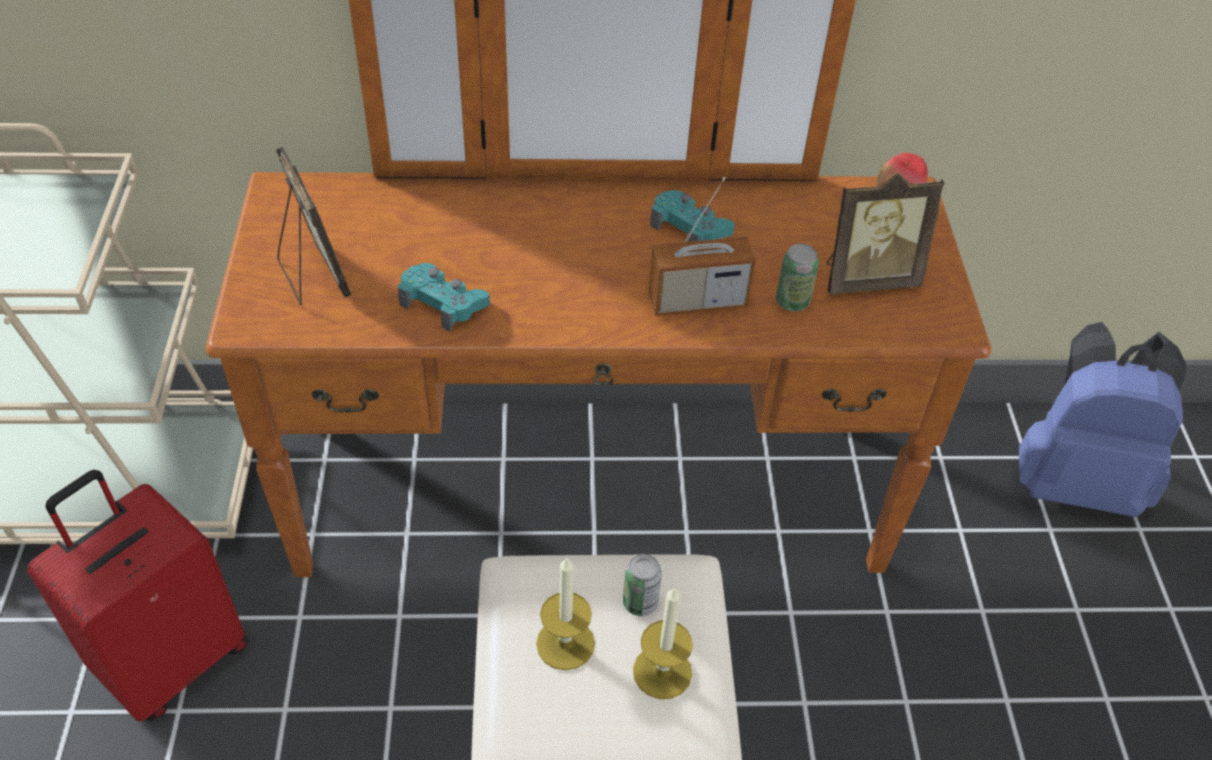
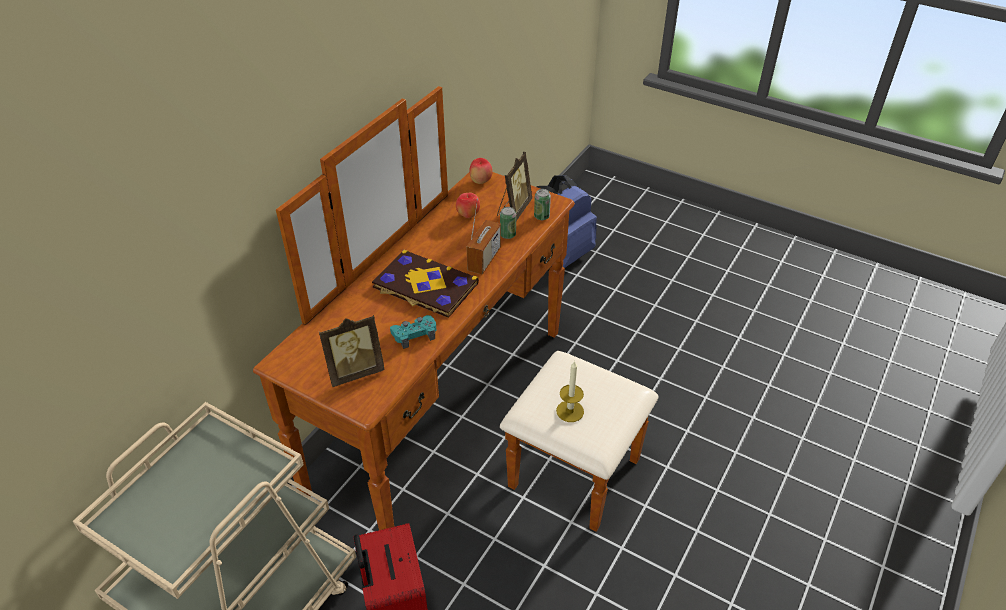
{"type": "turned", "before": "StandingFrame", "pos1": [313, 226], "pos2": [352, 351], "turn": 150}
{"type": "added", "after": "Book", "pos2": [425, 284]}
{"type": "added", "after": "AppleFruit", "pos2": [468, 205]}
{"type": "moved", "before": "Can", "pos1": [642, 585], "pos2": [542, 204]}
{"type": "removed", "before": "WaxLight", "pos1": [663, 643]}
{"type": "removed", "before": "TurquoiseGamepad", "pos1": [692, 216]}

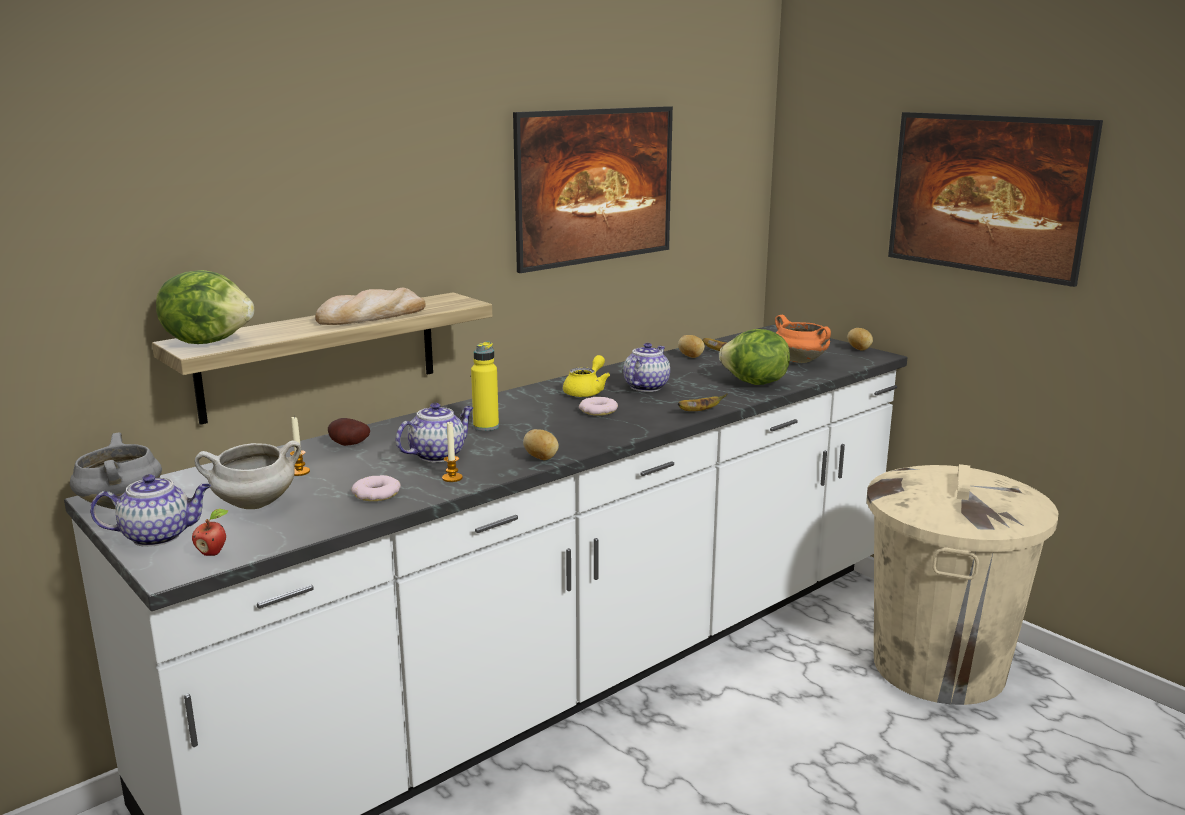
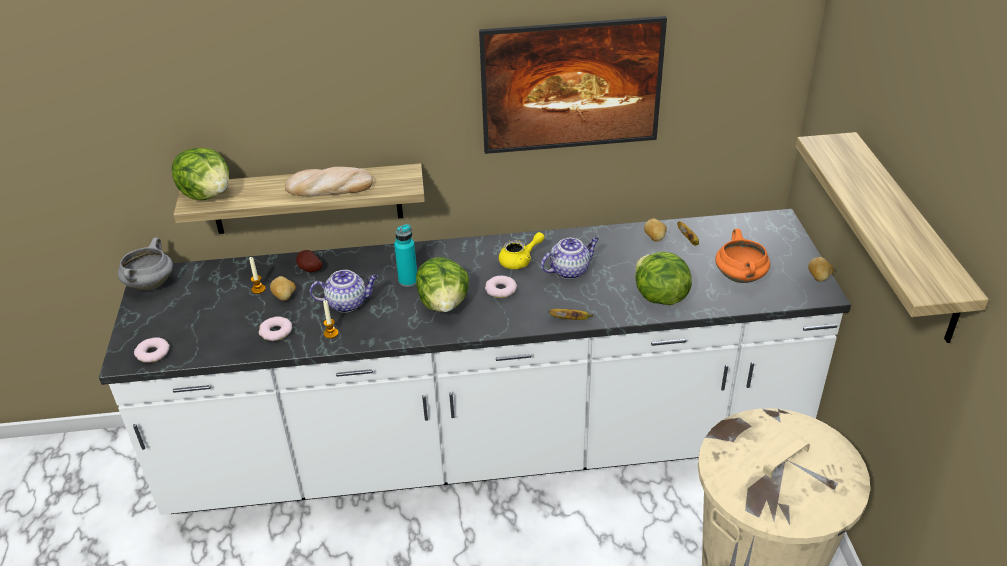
{"type": "replaced", "before": "AppleFruit", "after": "Doughnut", "pos1": [210, 532], "pos2": [152, 350]}
{"type": "moved", "before": "Potato", "pos1": [541, 444], "pos2": [283, 288]}
{"type": "recoloured", "before": "YellowColouredBottle", "after": "TurquoiseBottle", "pos1": [485, 386], "pos2": [405, 255]}
{"type": "added", "after": "LettuceHead", "pos2": [442, 284]}
{"type": "replaced", "before": "Picture", "after": "WallShelf", "pos1": [995, 199], "pos2": [892, 237]}
{"type": "removed", "before": "Teapot", "pos1": [150, 510]}
{"type": "removed", "before": "WhiteColouredCookingPot", "pos1": [248, 475]}

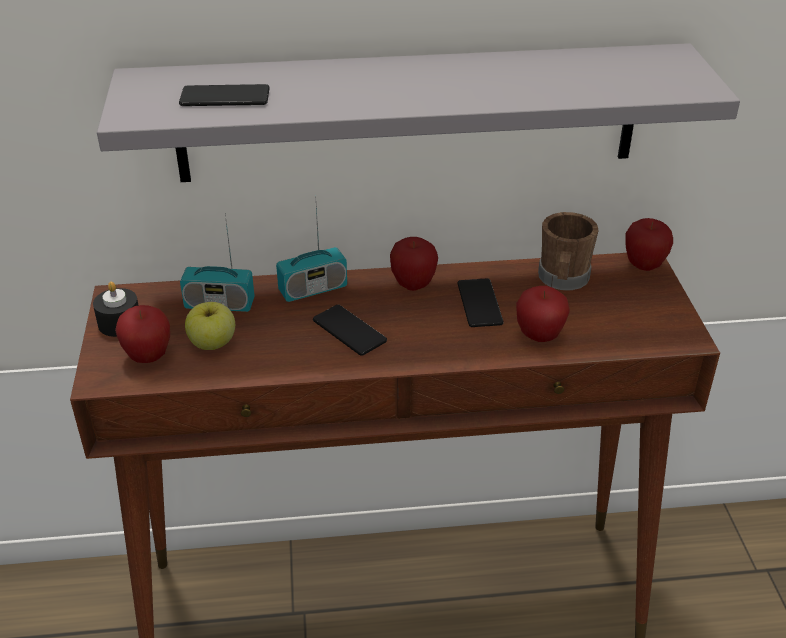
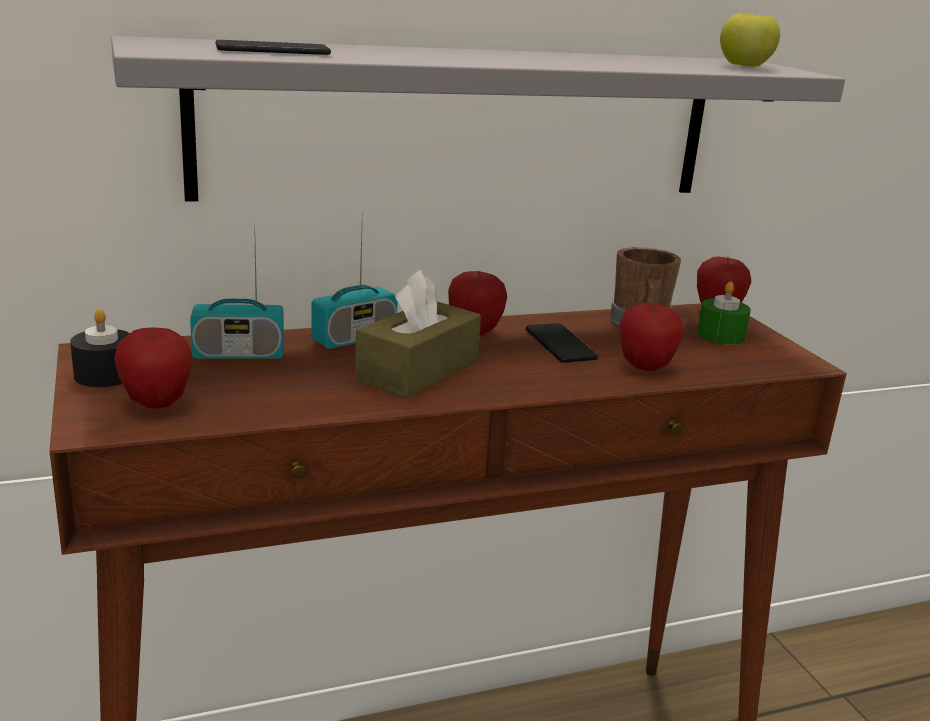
{"type": "replaced", "before": "Handset", "after": "BrownishBoxOfTissues", "pos1": [350, 330], "pos2": [418, 334]}
{"type": "added", "after": "GreenColouredWaxLight", "pos2": [724, 313]}
{"type": "moved", "before": "AppleFruit", "pos1": [210, 326], "pos2": [750, 40]}

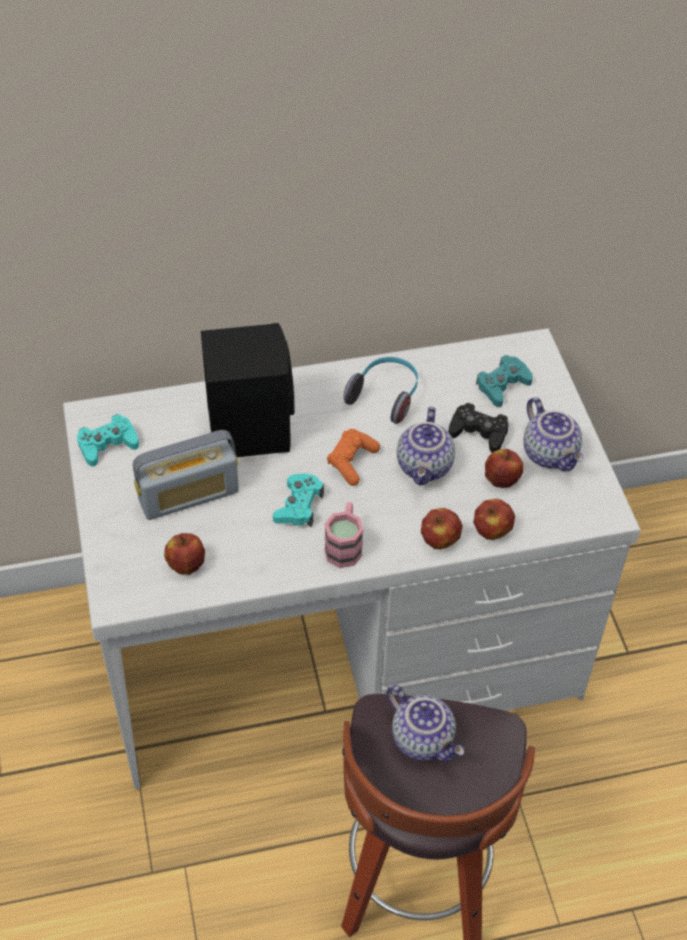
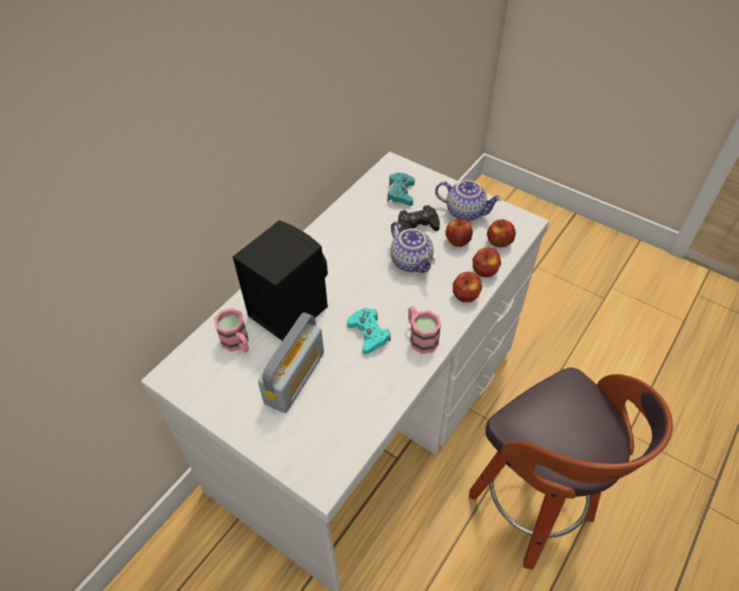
{"type": "added", "after": "PinkishCoffeeMug", "pos2": [231, 330]}
{"type": "moved", "before": "AppleFruit", "pos1": [184, 554], "pos2": [501, 233]}
{"type": "removed", "before": "TurquoiseGamepad", "pos1": [108, 440]}
{"type": "removed", "before": "OrangeGamepad", "pos1": [353, 457]}
{"type": "removed", "before": "Headset", "pos1": [381, 390]}
{"type": "removed", "before": "Teapot", "pos1": [425, 723]}

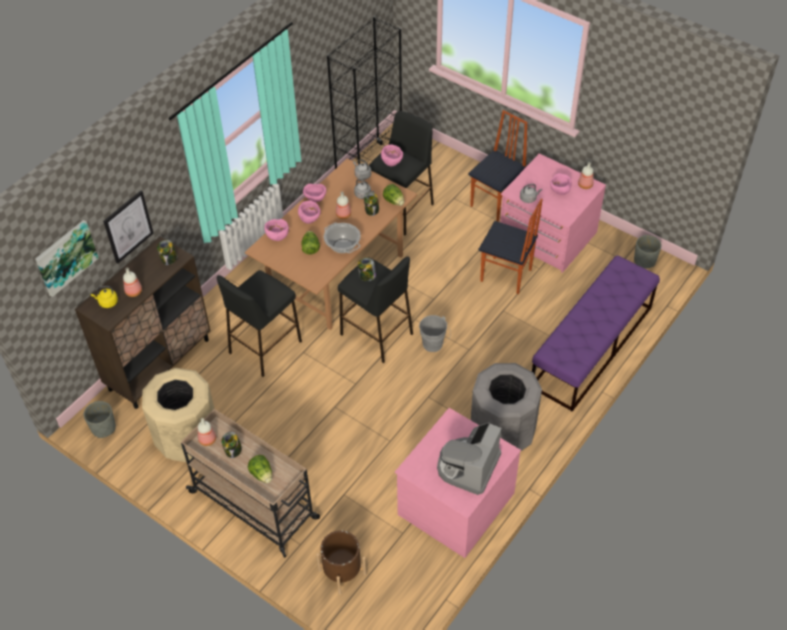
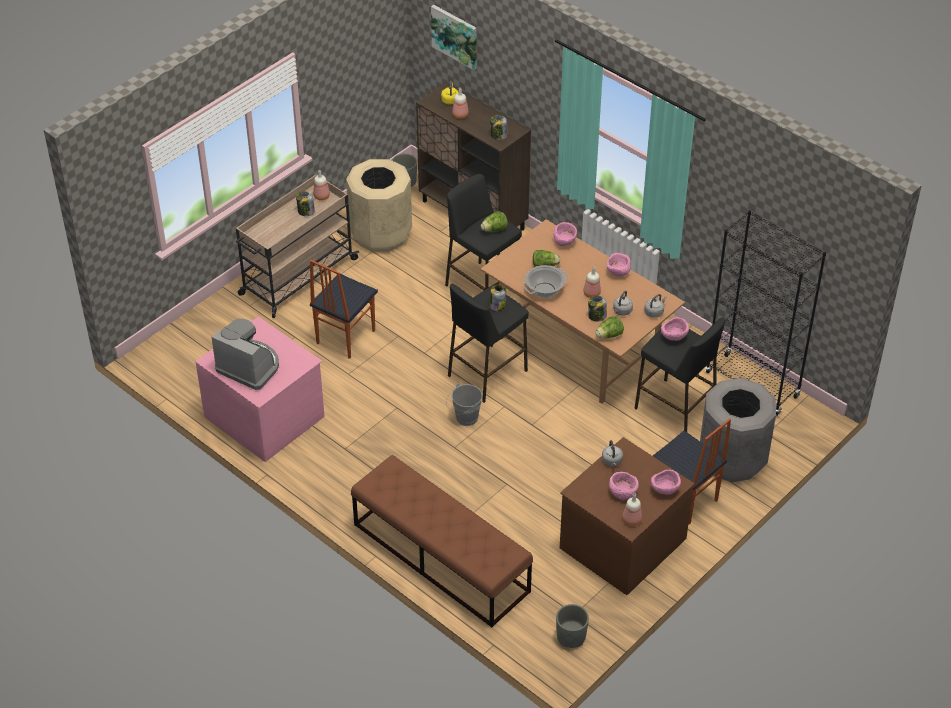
{"type": "moved", "before": "UprightChair", "pos1": [511, 246], "pos2": [344, 309]}
{"type": "recoloured", "before": "PurplishBench", "after": "BrownishBench", "pos1": [596, 333], "pos2": [442, 541]}
{"type": "moved", "before": "LettuceHead", "pos1": [260, 469], "pos2": [494, 221]}
{"type": "recoloured", "before": "PinkishDresser", "after": "BrownishDresser", "pos1": [553, 213], "pos2": [627, 516]}
{"type": "moved", "before": "PinkishDeepDish", "pos1": [309, 212], "pos2": [666, 482]}
{"type": "moved", "before": "GrayRubbishBin", "pos1": [506, 407], "pos2": [738, 430]}
{"type": "removed", "before": "Picture", "pos1": [128, 227]}
{"type": "removed", "before": "BrownishPlantPot", "pos1": [341, 562]}

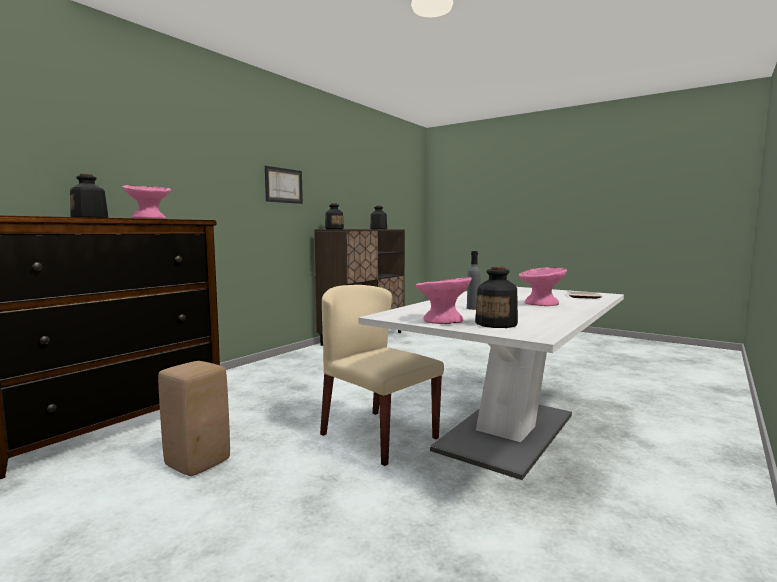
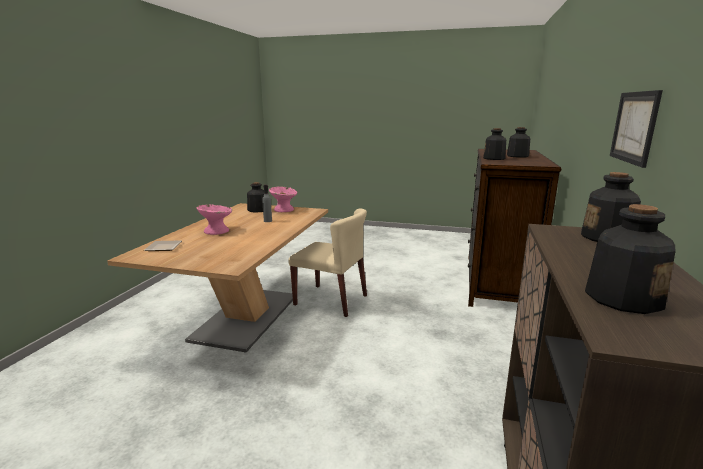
{"type": "recoloured", "before": "WhiteColouredDiningTable", "after": "BrownishDiningTable", "pos1": [491, 383], "pos2": [217, 278]}
{"type": "replaced", "before": "PinkishDeepDish", "after": "Bottle", "pos1": [146, 202], "pos2": [494, 144]}
{"type": "removed", "before": "BeigeStoolSeat", "pos1": [194, 418]}

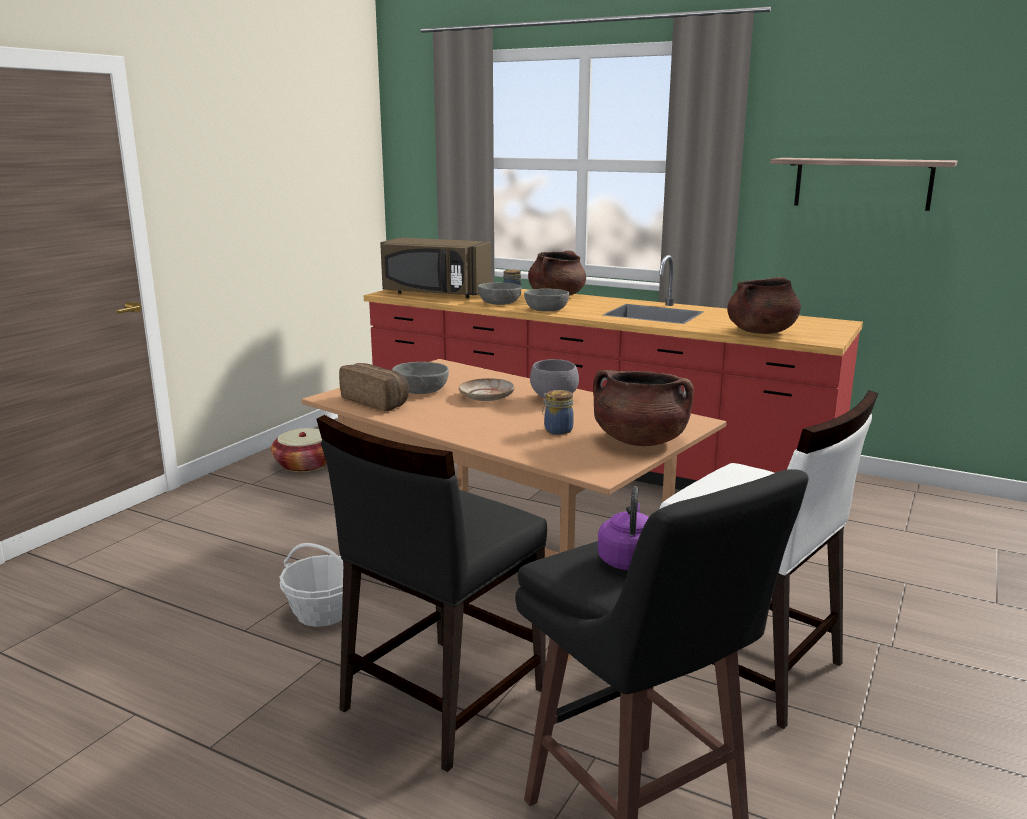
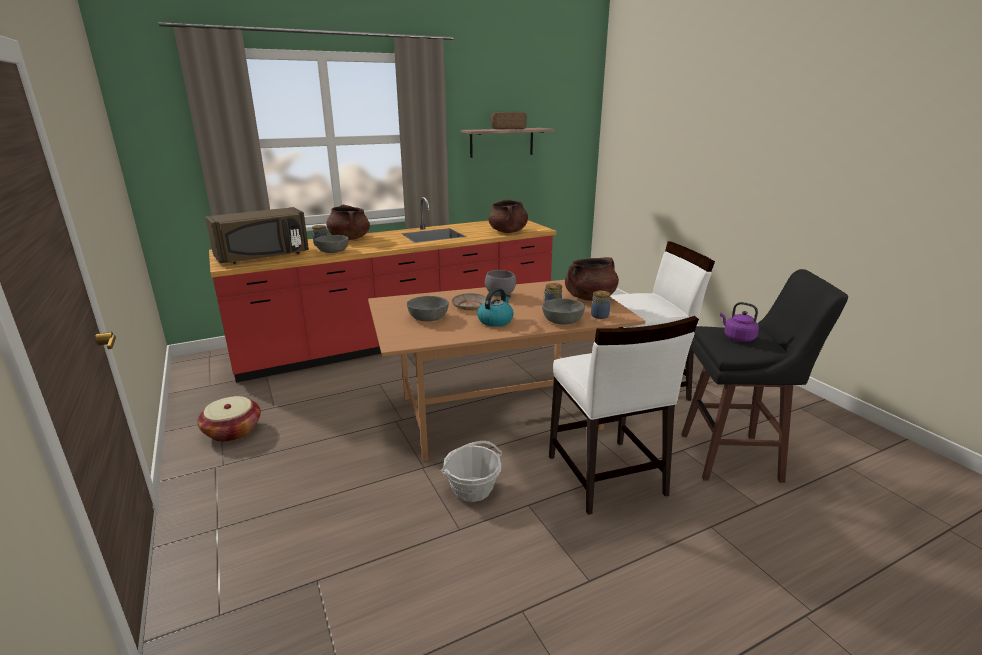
{"type": "added", "after": "TeaKettle", "pos2": [495, 307]}
{"type": "moved", "before": "BakedBread", "pos1": [374, 387], "pos2": [508, 120]}
{"type": "moved", "before": "GrayDeepDish", "pos1": [546, 300], "pos2": [563, 311]}
{"type": "recoloured", "before": "BlackishUprightChair", "after": "WhiteColouredUprightChair", "pos1": [431, 593], "pos2": [624, 415]}
{"type": "added", "after": "PreserveJar", "pos2": [600, 305]}

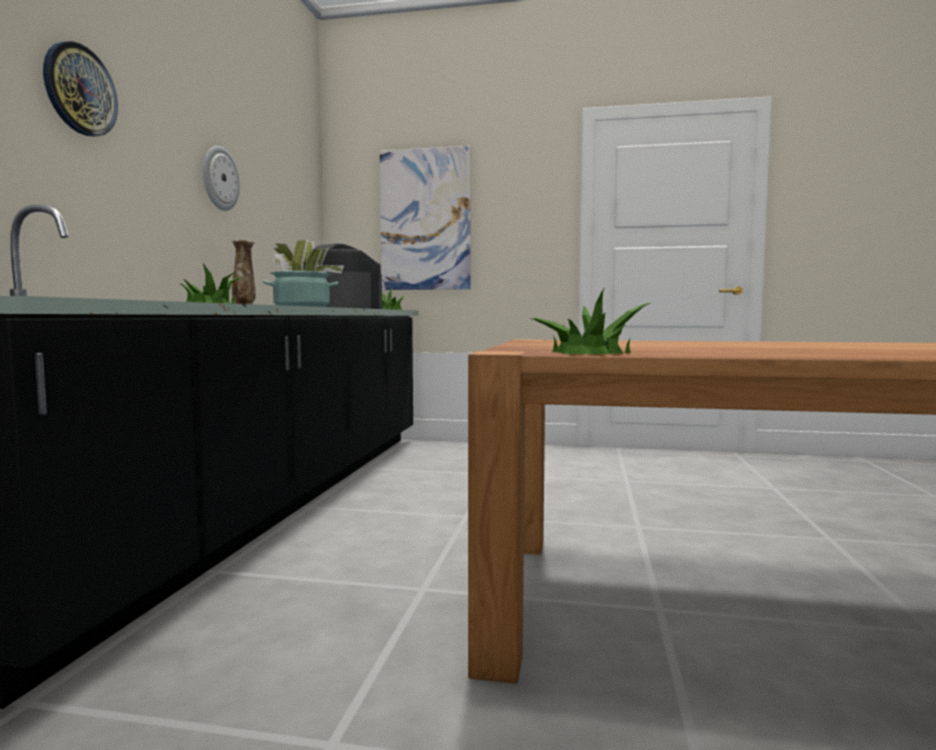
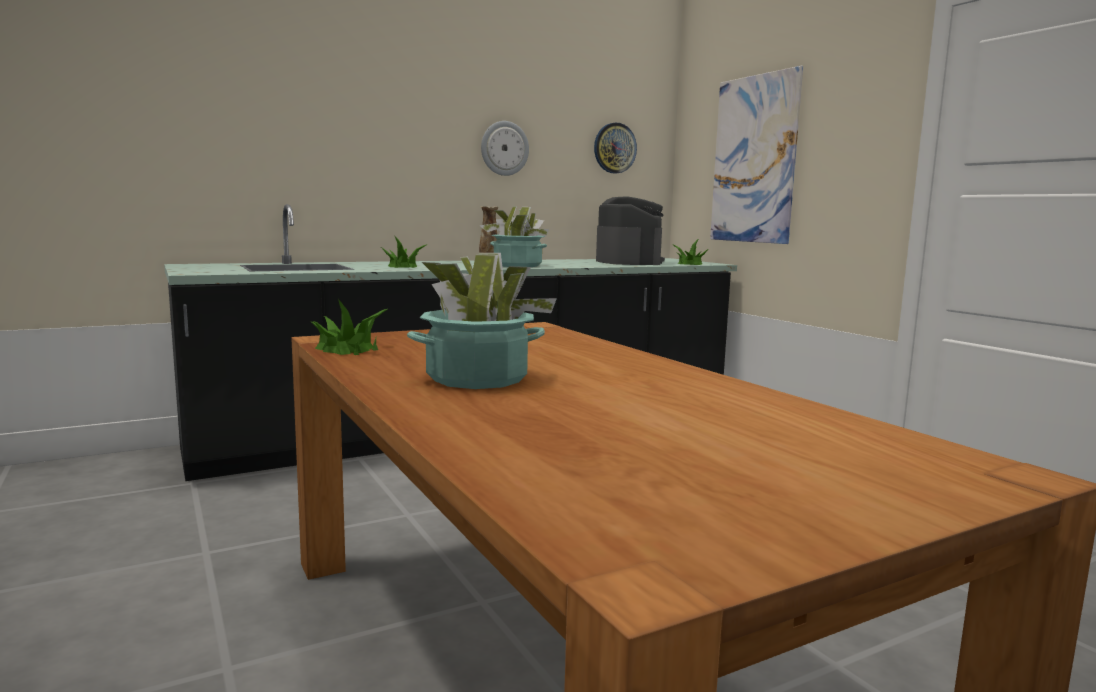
{"type": "added", "after": "Houseplant", "pos2": [482, 321]}
{"type": "moved", "before": "ClockOnTheWall", "pos1": [80, 88], "pos2": [615, 148]}

